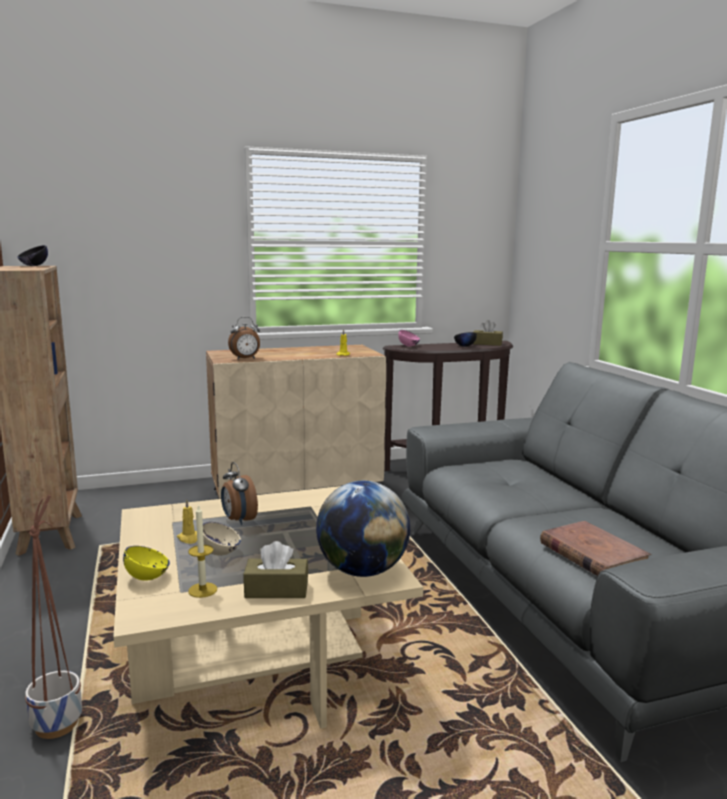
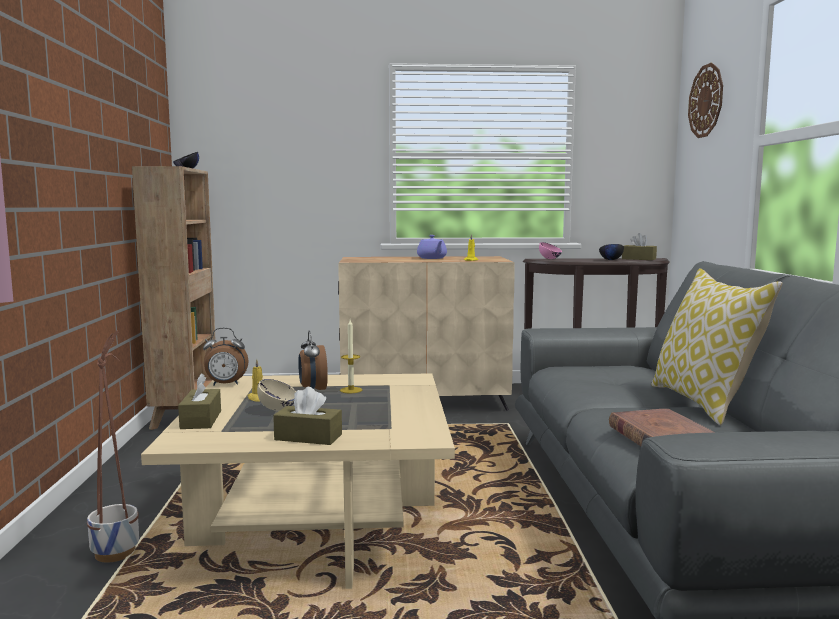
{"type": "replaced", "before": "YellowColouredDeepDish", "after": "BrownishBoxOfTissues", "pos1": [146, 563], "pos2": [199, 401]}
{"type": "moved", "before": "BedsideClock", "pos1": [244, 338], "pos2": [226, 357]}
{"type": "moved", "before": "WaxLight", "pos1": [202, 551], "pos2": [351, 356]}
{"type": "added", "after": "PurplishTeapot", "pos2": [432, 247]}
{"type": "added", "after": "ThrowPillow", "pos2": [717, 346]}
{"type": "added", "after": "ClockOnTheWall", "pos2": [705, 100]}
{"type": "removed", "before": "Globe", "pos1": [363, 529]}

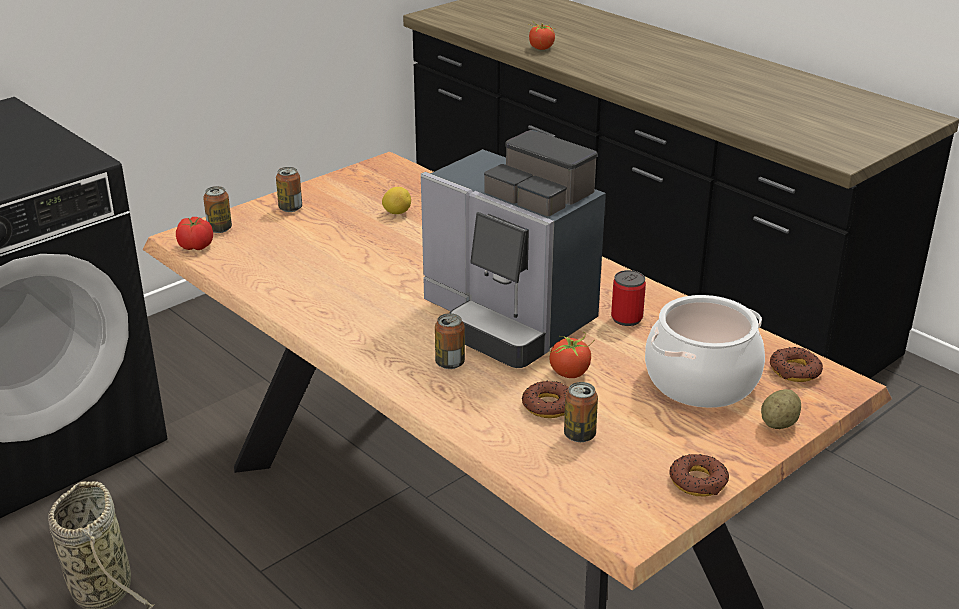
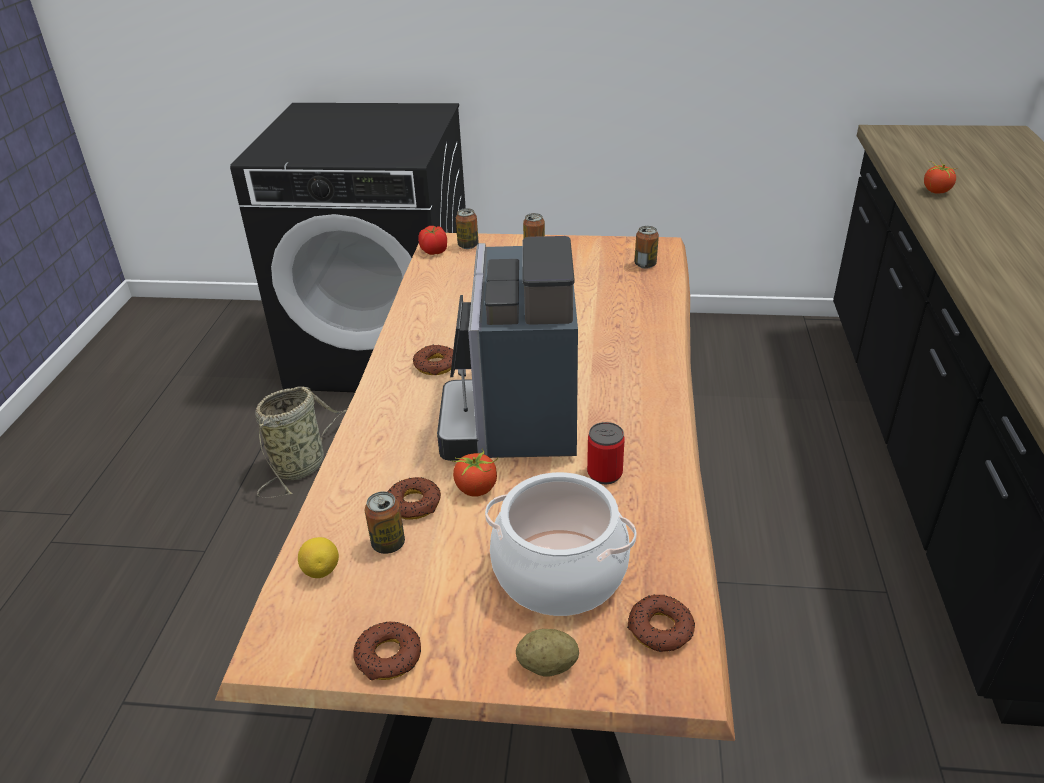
{"type": "moved", "before": "Lemon", "pos1": [396, 200], "pos2": [318, 557]}
{"type": "added", "after": "Doughnut", "pos2": [433, 360]}
{"type": "moved", "before": "Can", "pos1": [450, 341], "pos2": [647, 247]}

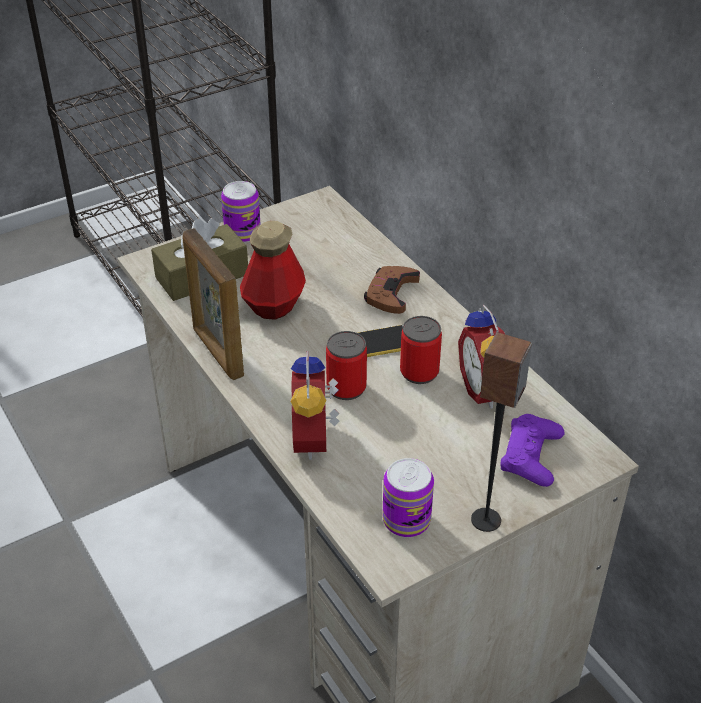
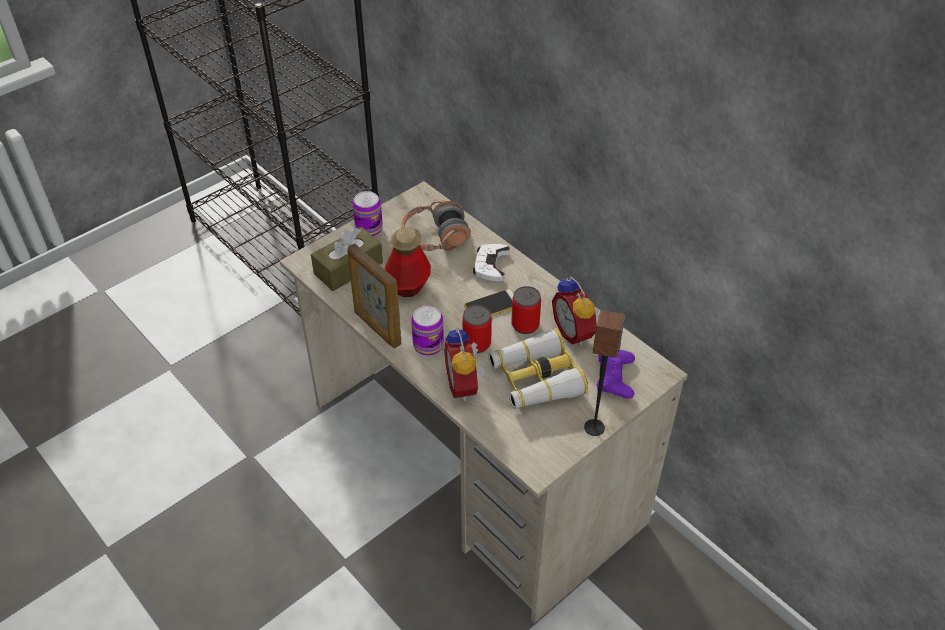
{"type": "added", "after": "Headset", "pos2": [436, 226]}
{"type": "moved", "before": "Can", "pos1": [408, 497], "pos2": [427, 331]}
{"type": "recoloured", "before": "BrownishGamepad", "after": "WhiteColouredGamepad", "pos1": [392, 290], "pos2": [491, 262]}
{"type": "added", "after": "FieldGlasses", "pos2": [538, 368]}

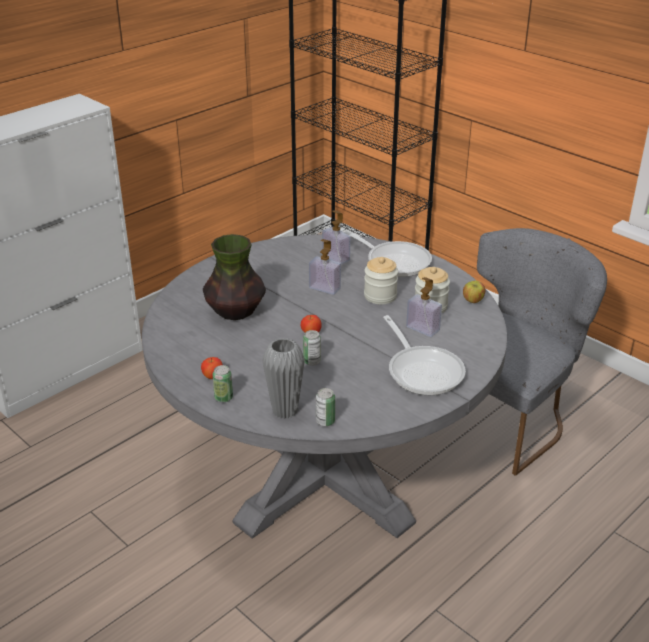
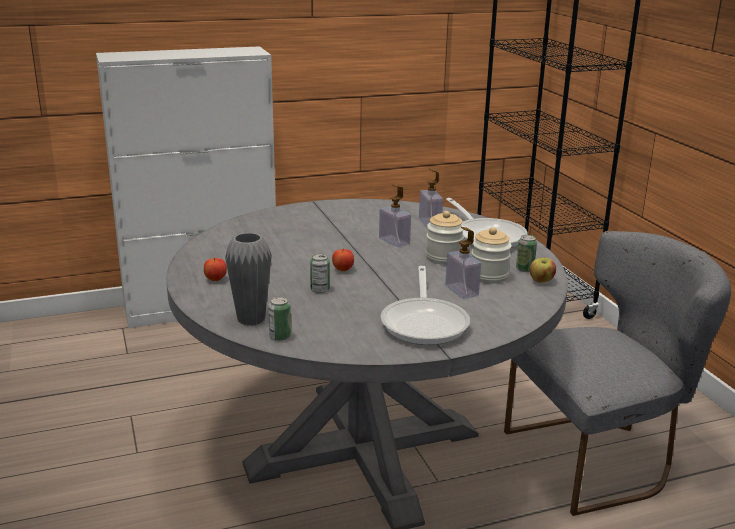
{"type": "moved", "before": "Can", "pos1": [222, 383], "pos2": [526, 253]}
{"type": "removed", "before": "FlowerVase", "pos1": [234, 277]}

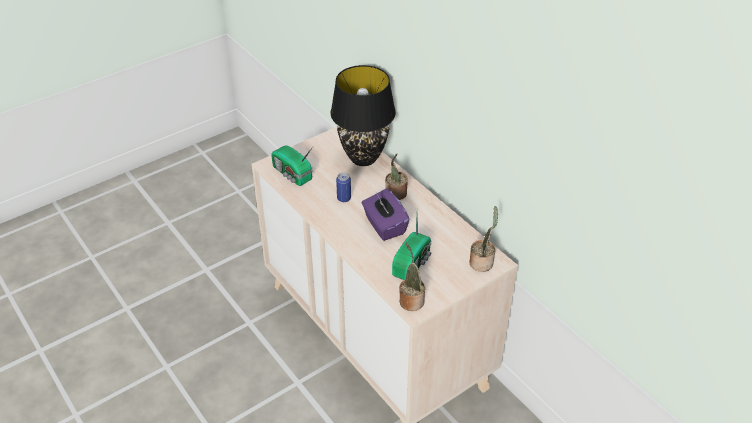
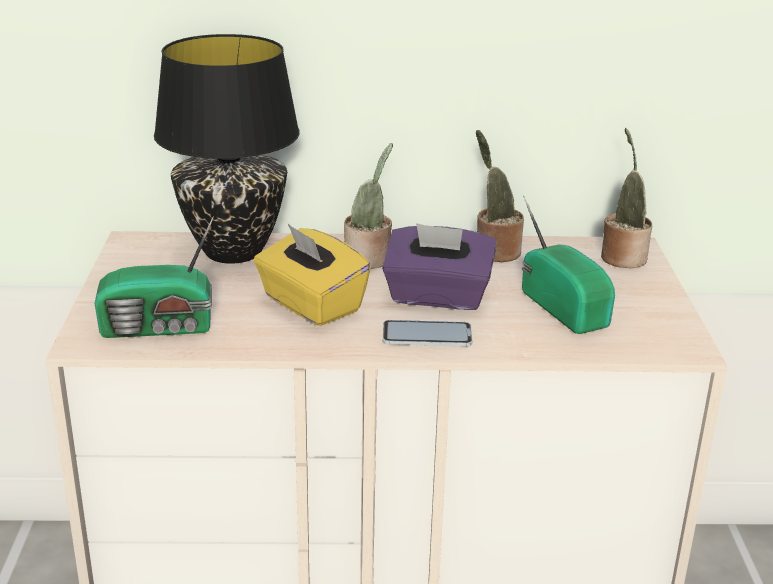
{"type": "replaced", "before": "Can", "after": "YellowColouredBoxOfTissues", "pos1": [343, 187], "pos2": [312, 275]}
{"type": "added", "after": "Handset", "pos2": [427, 333]}
{"type": "moved", "before": "Houseplant", "pos1": [412, 277], "pos2": [500, 196]}

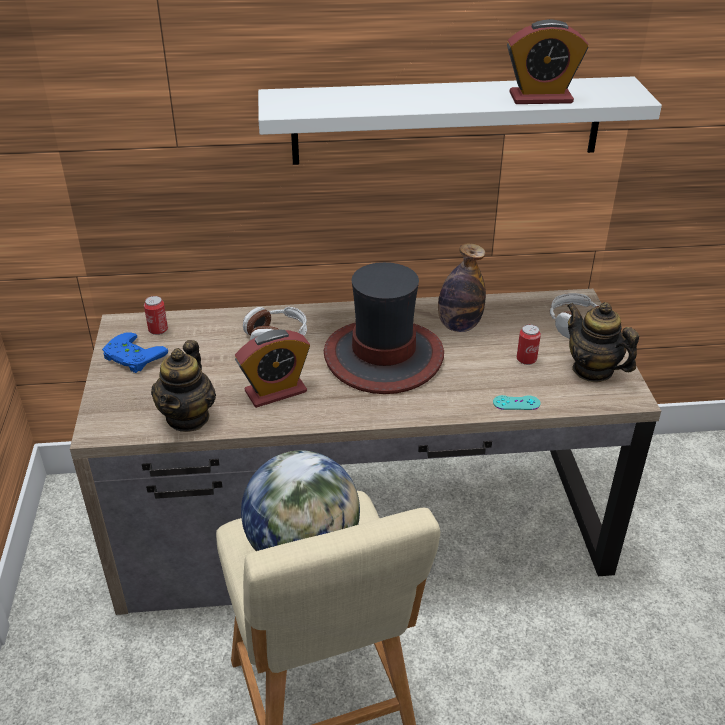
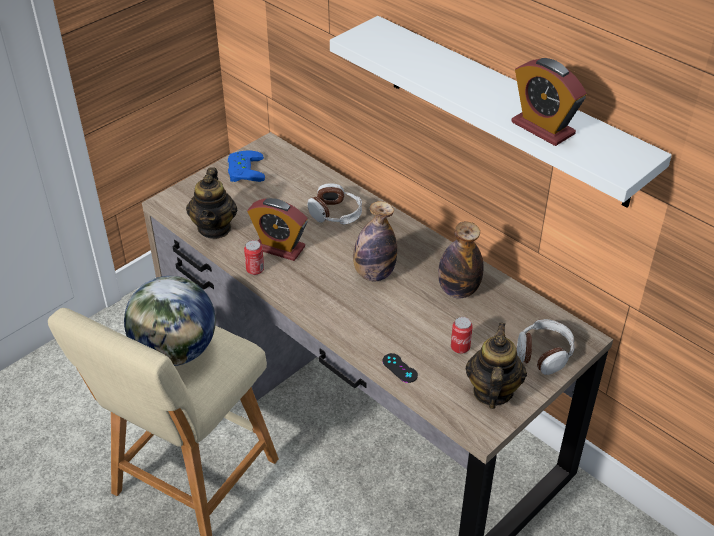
{"type": "turned", "before": "Teapot", "pos1": [183, 386], "pos2": [211, 203], "turn": -60}
{"type": "moved", "before": "Can", "pos1": [156, 315], "pos2": [254, 257]}
{"type": "replaced", "before": "ClothingHat", "after": "Bottle", "pos1": [384, 328], "pos2": [375, 241]}
{"type": "recoloured", "before": "TurquoiseGamepad", "after": "BlackishGamepad", "pos1": [517, 402], "pos2": [400, 368]}

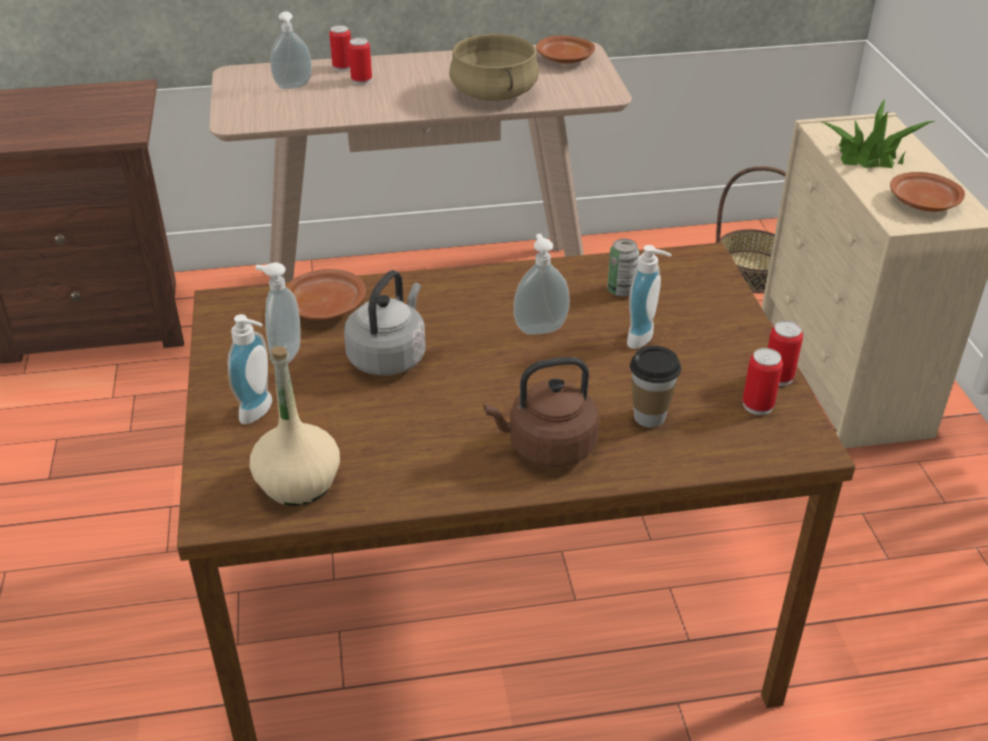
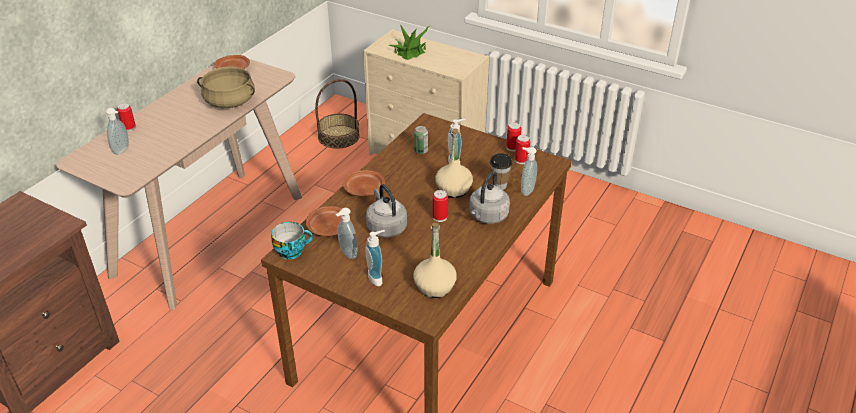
{"type": "added", "after": "Cup", "pos2": [292, 241]}
{"type": "moved", "before": "BrownishPlate", "pos1": [927, 192], "pos2": [364, 183]}
{"type": "moved", "before": "Can", "pos1": [360, 61], "pos2": [440, 206]}
{"type": "added", "after": "BeigeBottle", "pos2": [454, 163]}
{"type": "recoloured", "before": "BrownishTeaKettle", "after": "GrayTeaKettle", "pos1": [541, 412], "pos2": [489, 197]}
{"type": "moved", "before": "SoapDispenser", "pos1": [541, 284], "pos2": [529, 171]}

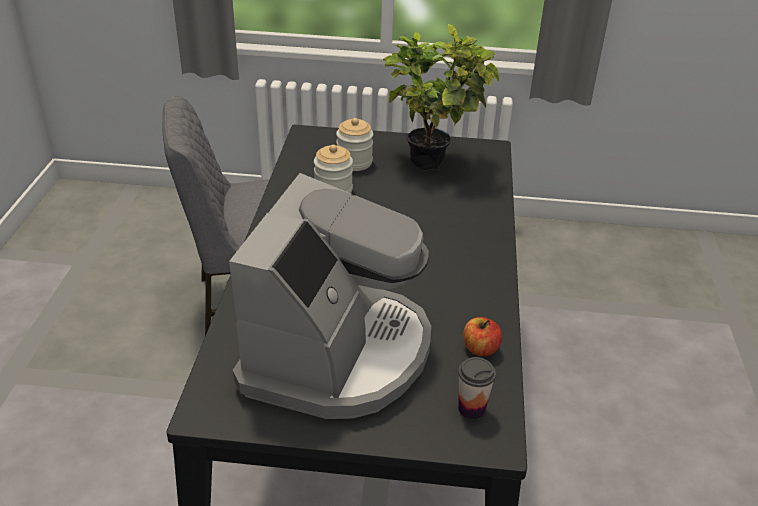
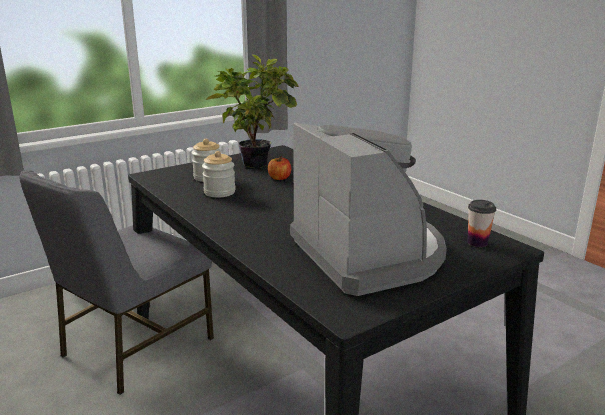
{"type": "moved", "before": "AppleFruit", "pos1": [482, 336], "pos2": [279, 168]}

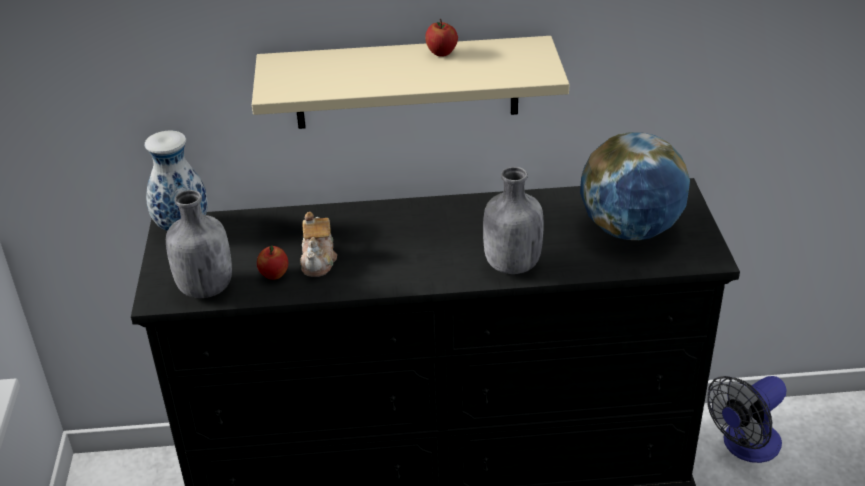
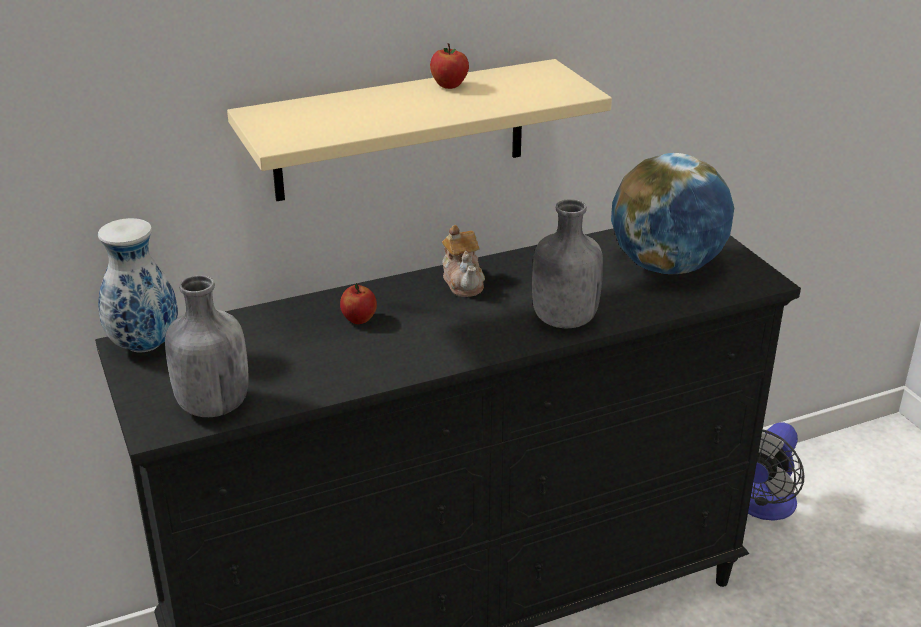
{"type": "moved", "before": "AppleFruit", "pos1": [272, 262], "pos2": [358, 303]}
{"type": "moved", "before": "Teapot", "pos1": [318, 244], "pos2": [463, 261]}

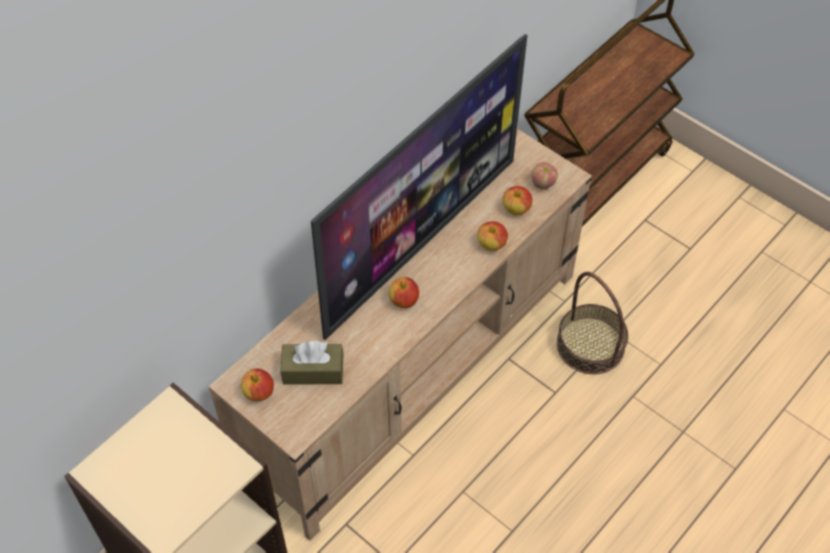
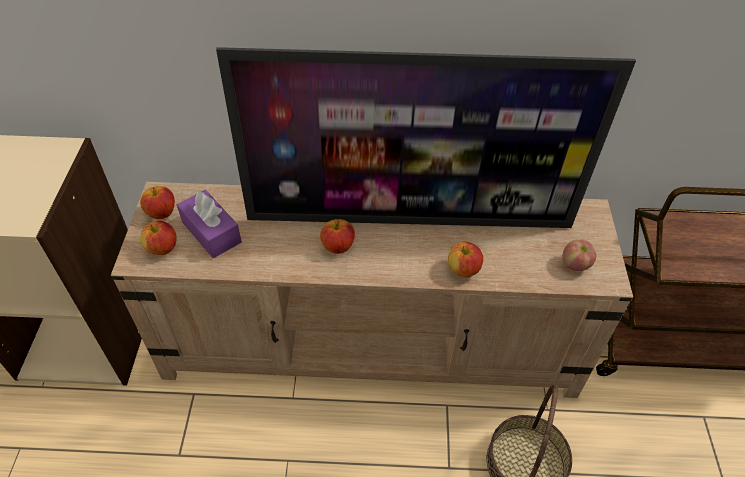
{"type": "moved", "before": "AppleFruit", "pos1": [517, 200], "pos2": [158, 238]}
{"type": "recoloured", "before": "BrownishBoxOfTissues", "after": "PurplishBoxOfTissues", "pos1": [312, 363], "pos2": [209, 224]}

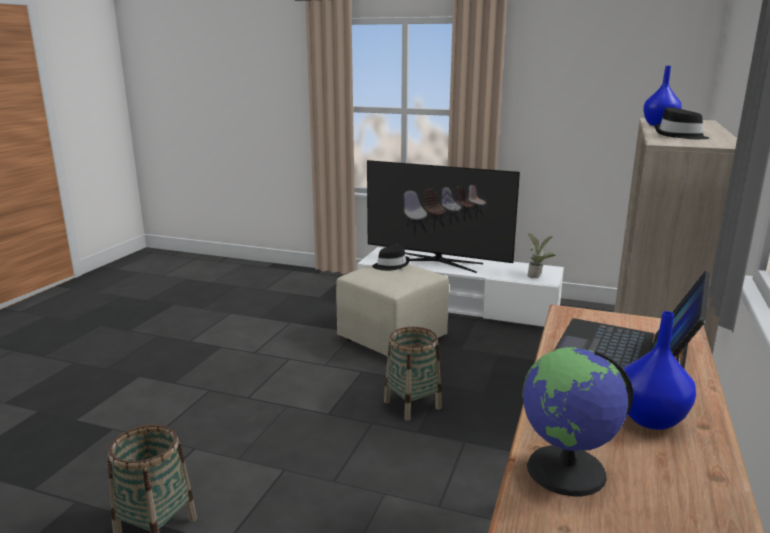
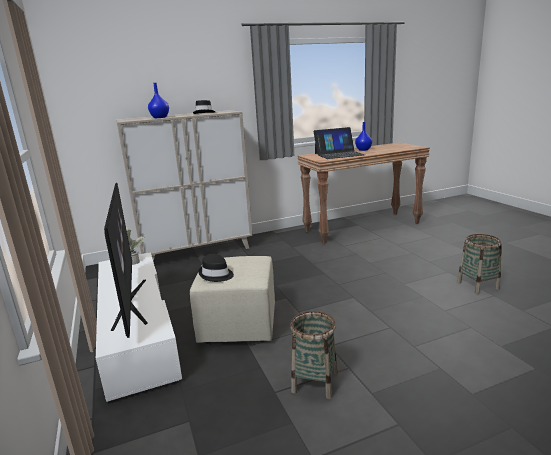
{"type": "moved", "before": "HouseholdBasket", "pos1": [413, 374], "pos2": [313, 355]}
{"type": "removed", "before": "Globe", "pos1": [577, 421]}

